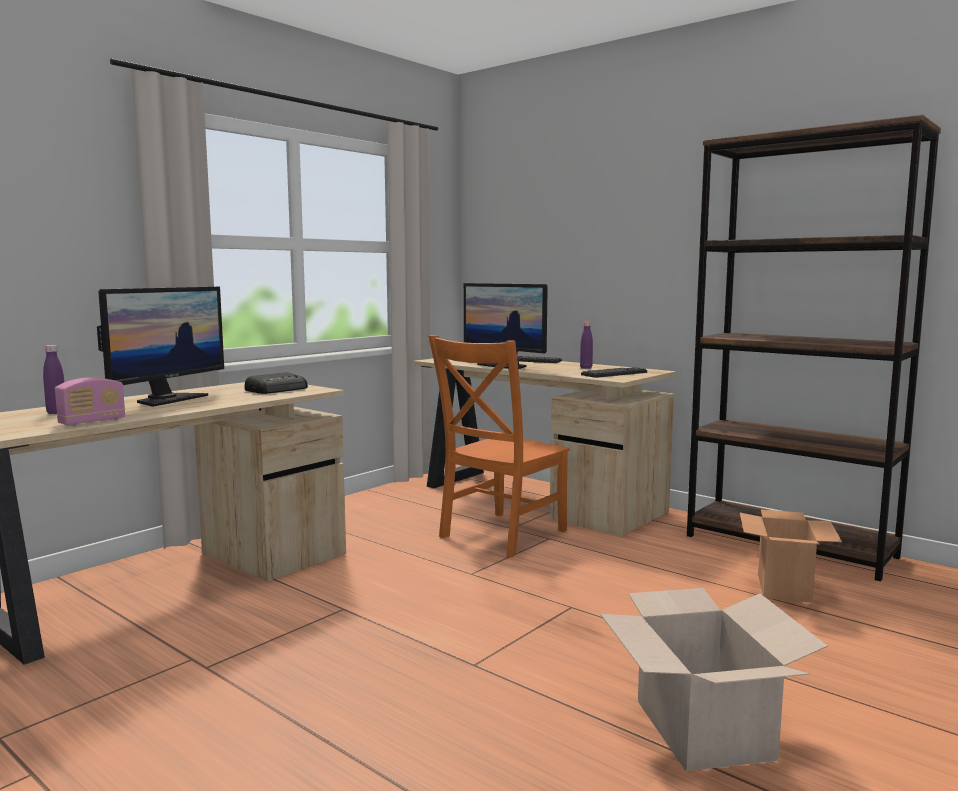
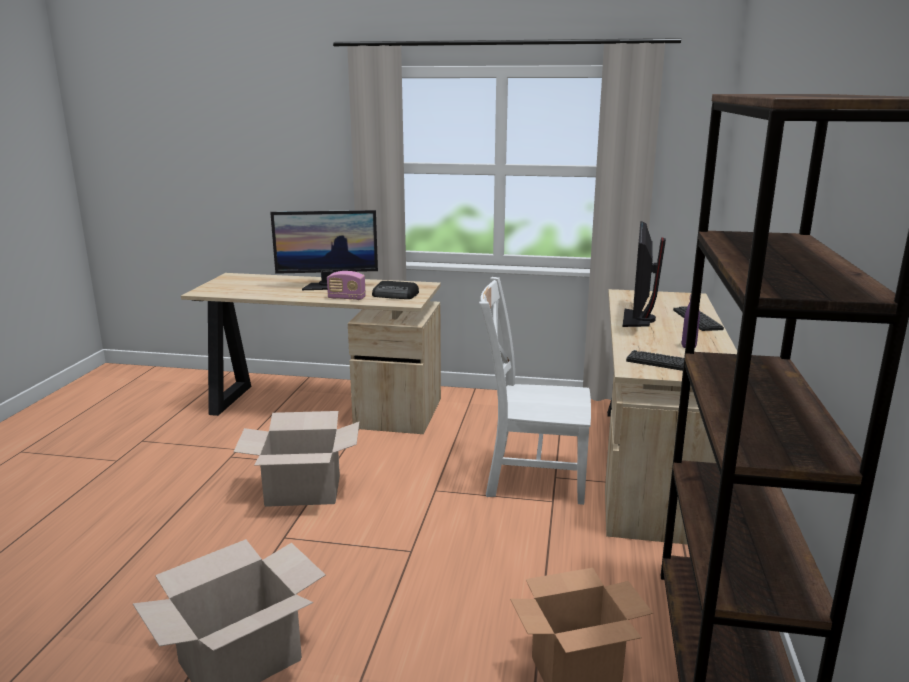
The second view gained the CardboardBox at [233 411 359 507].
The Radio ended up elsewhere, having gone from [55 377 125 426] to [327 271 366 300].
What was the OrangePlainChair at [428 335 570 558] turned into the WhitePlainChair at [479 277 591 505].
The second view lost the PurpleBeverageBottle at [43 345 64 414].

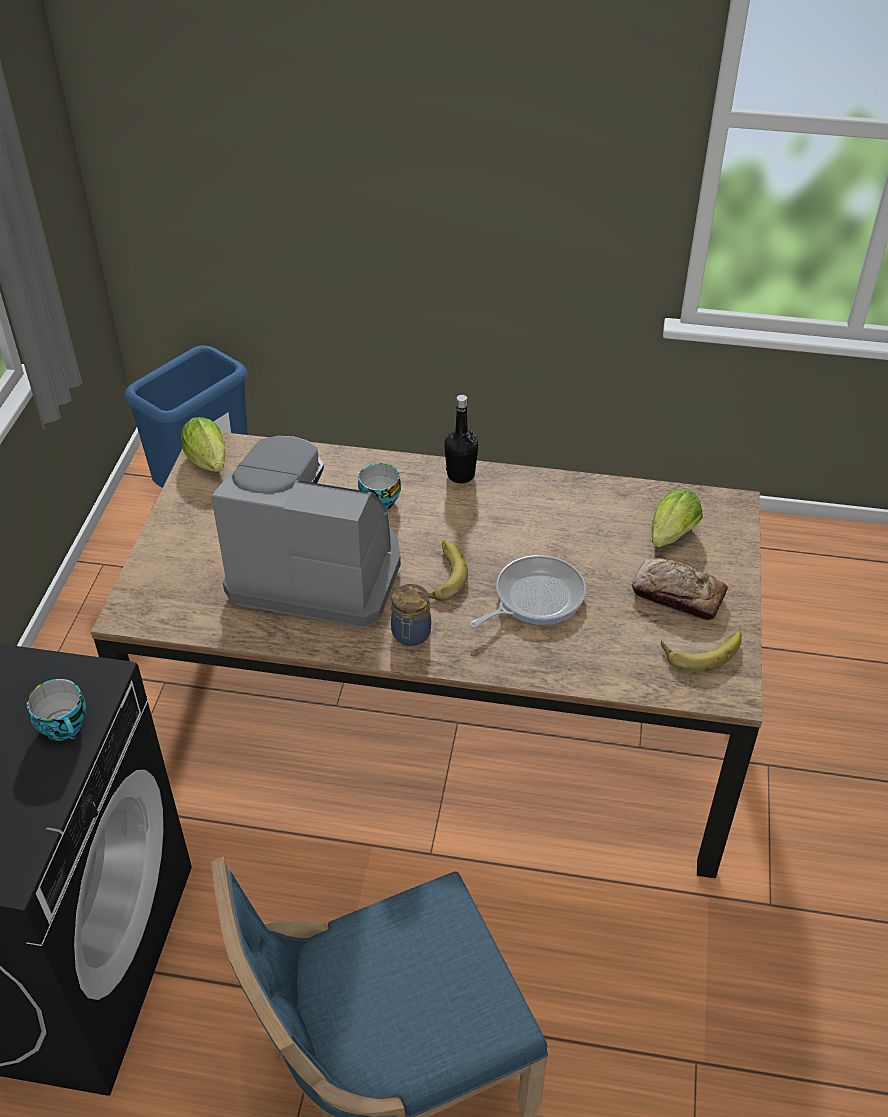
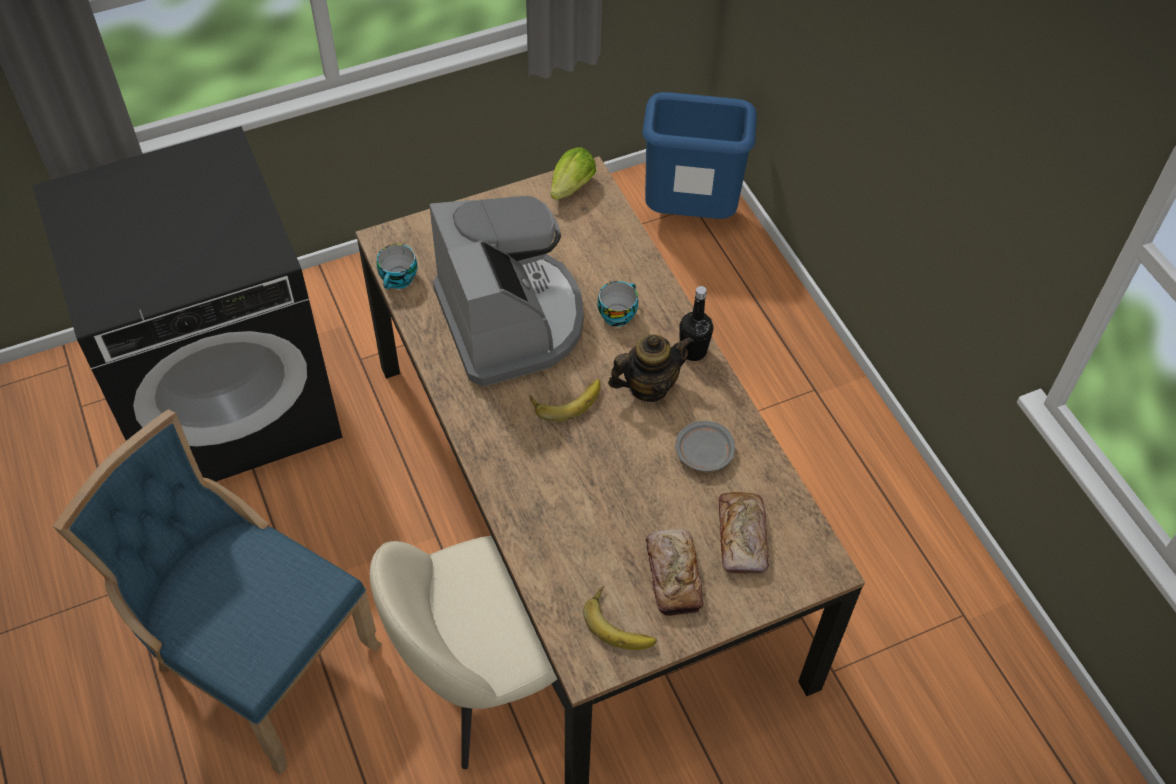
The second view gained the BeigePlainChair at [370 536 565 769].
The DrinkingCup ended up elsewhere, having gone from [27 679 86 741] to [377 244 417 289].
The second view gained the Teapot at [608 335 693 402].
The second view gained the GrayPlate at [675 421 735 471].
Where the LettuceHead stood at [652 489 703 547], the BakedBread came to stand at [719 492 769 574].
The second view lost the PreserveJar at [391 584 431 646].
The second view lost the FryingPan at [469 555 586 628].

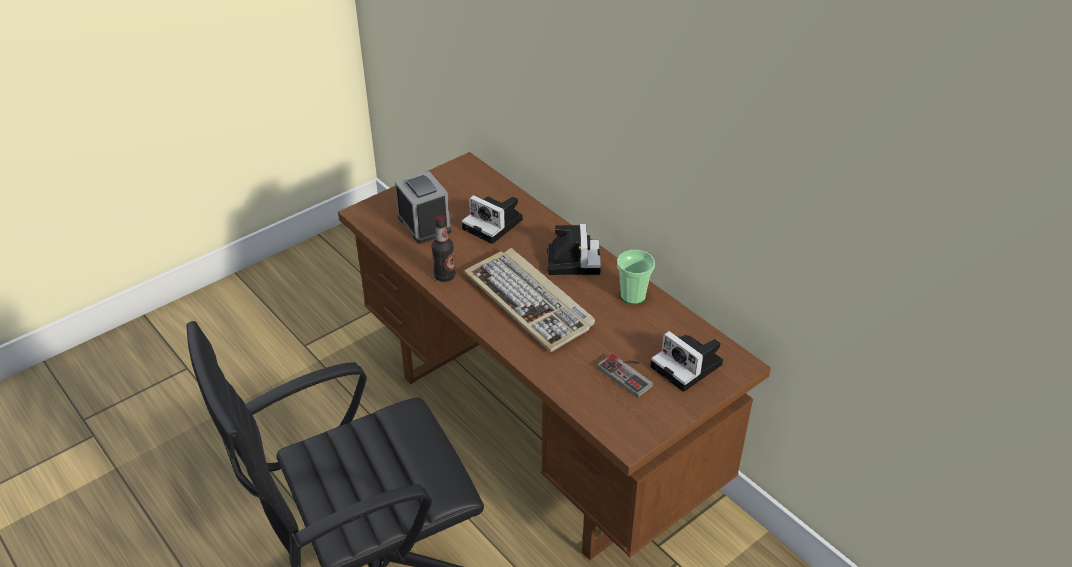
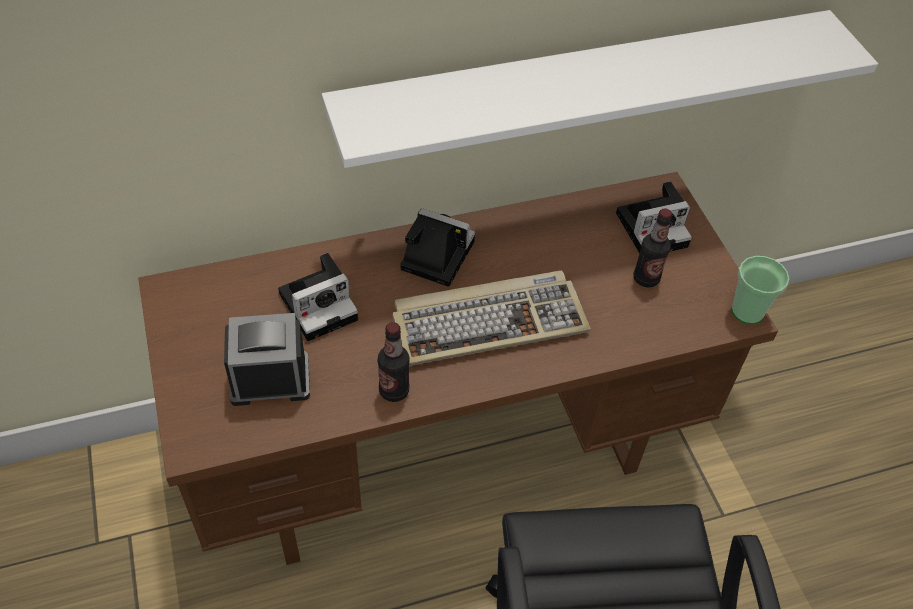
The second view gained the WhiteBracketShelf at [322 10 878 168].
Where the Gamepad stood at [597 354 653 398], the BeverageBottle came to stand at [633 208 672 287].
The DrinkingCup ended up elsewhere, having gone from [617 250 655 304] to [732 256 789 324].

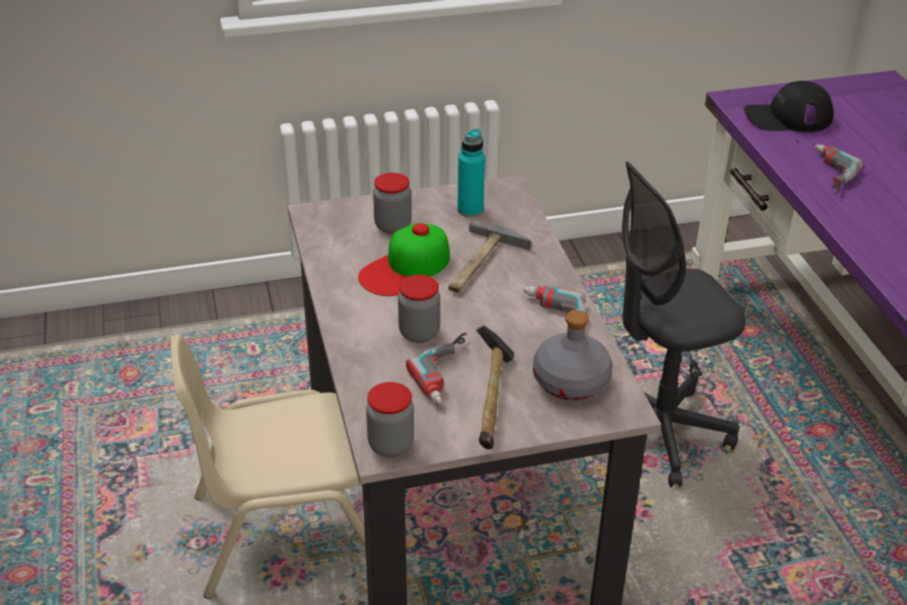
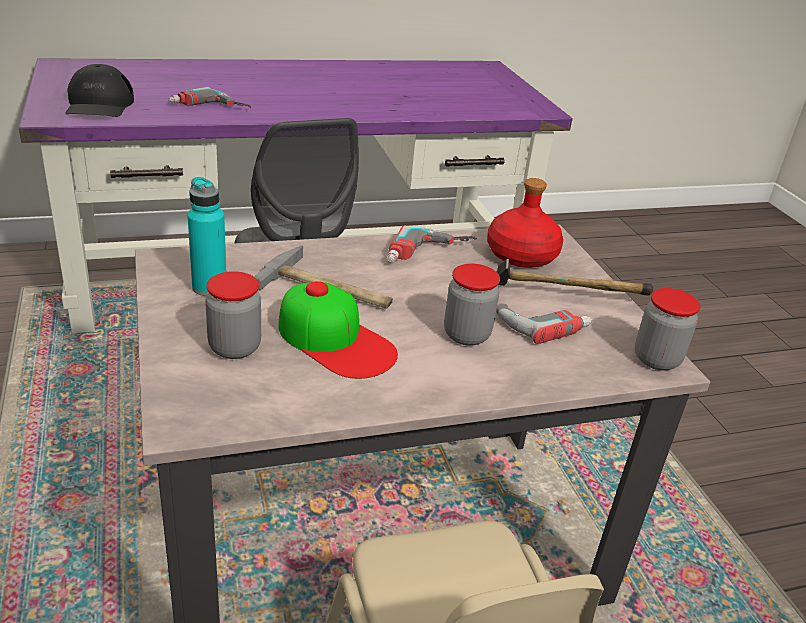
What was the GrayBeverageBottle at [533 310 613 400] turned into the RedBeverageBottle at [487 178 563 268].

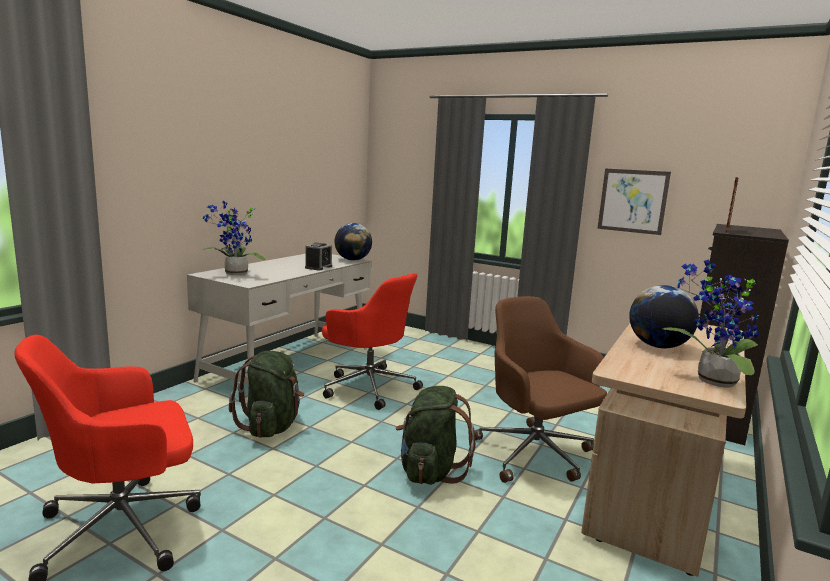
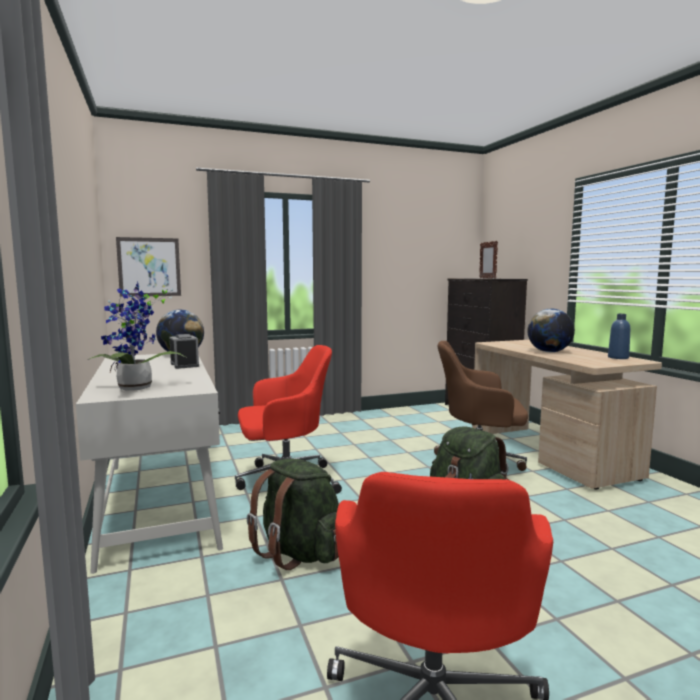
The WallArt ended up elsewhere, having gone from [597 169 671 235] to [116 237 181 297].
Where the PlantInAPot stood at [662 260 759 388], the BlueColouredBeverageBottle came to stand at [608 314 630 359].

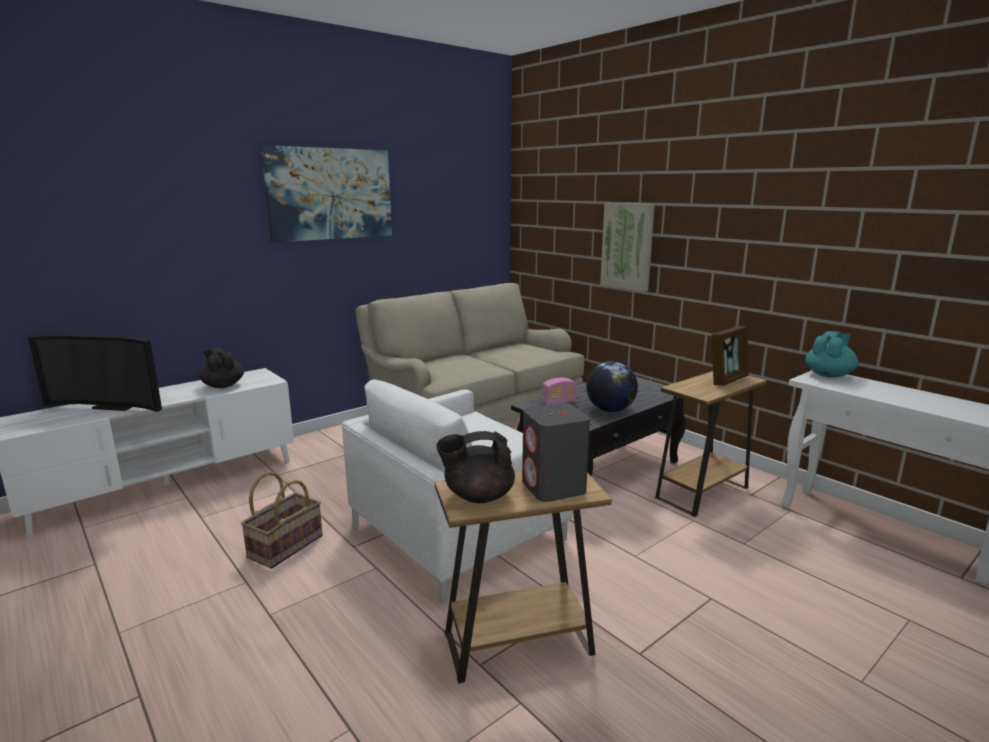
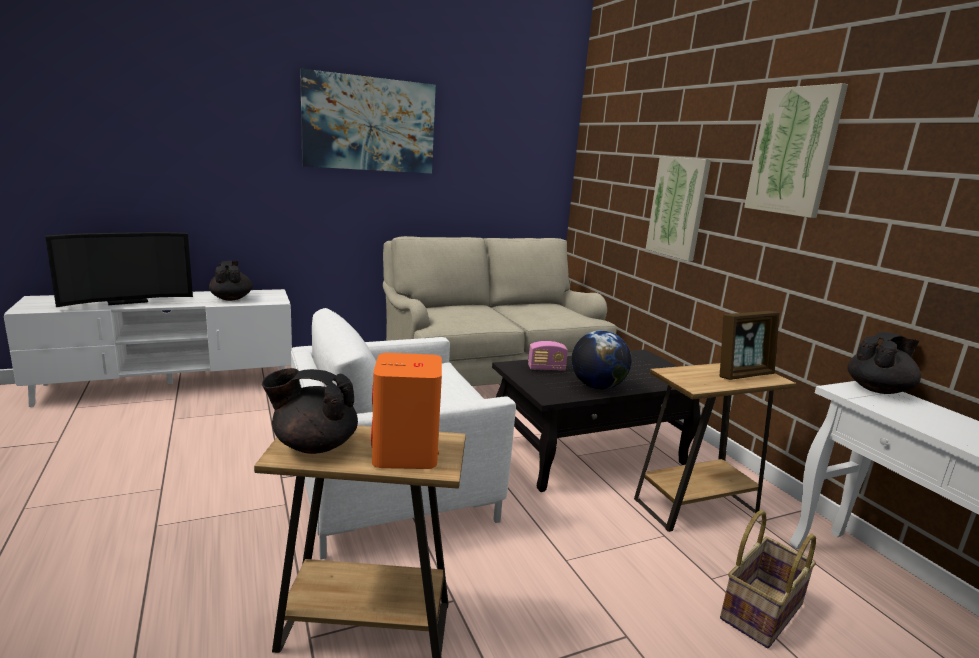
The TvSet at [28 334 162 412] ended up facing another way, 60 degrees counterclockwise from before.
What was the GrayAudioSpeaker at [522 403 590 502] turned into the OrangeAudioSpeaker at [371 353 442 469].
The HouseholdBasket ended up elsewhere, having gone from [241 472 323 569] to [720 510 816 648].
The second view gained the WallArt at [744 83 848 218].
What was the BlueGreenTeapot at [805 331 858 378] turned into the BlackColouredTeapot at [848 332 921 394].

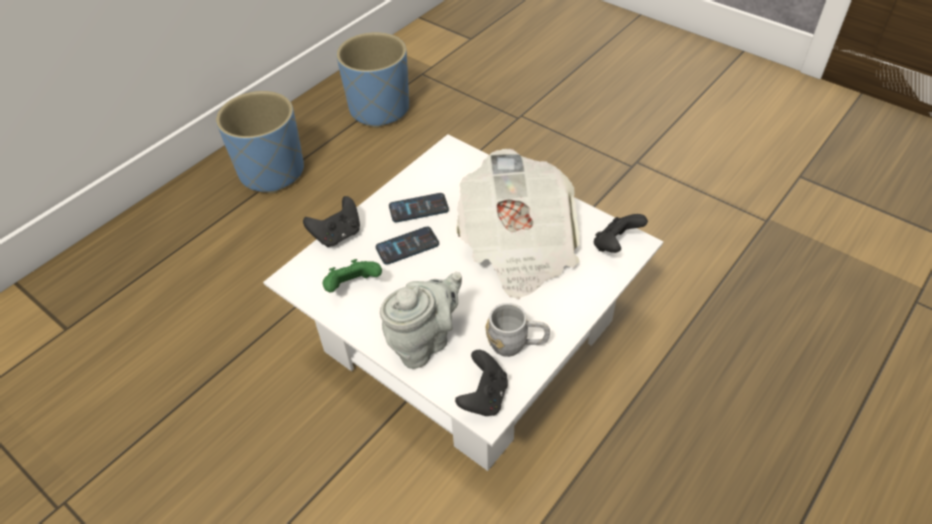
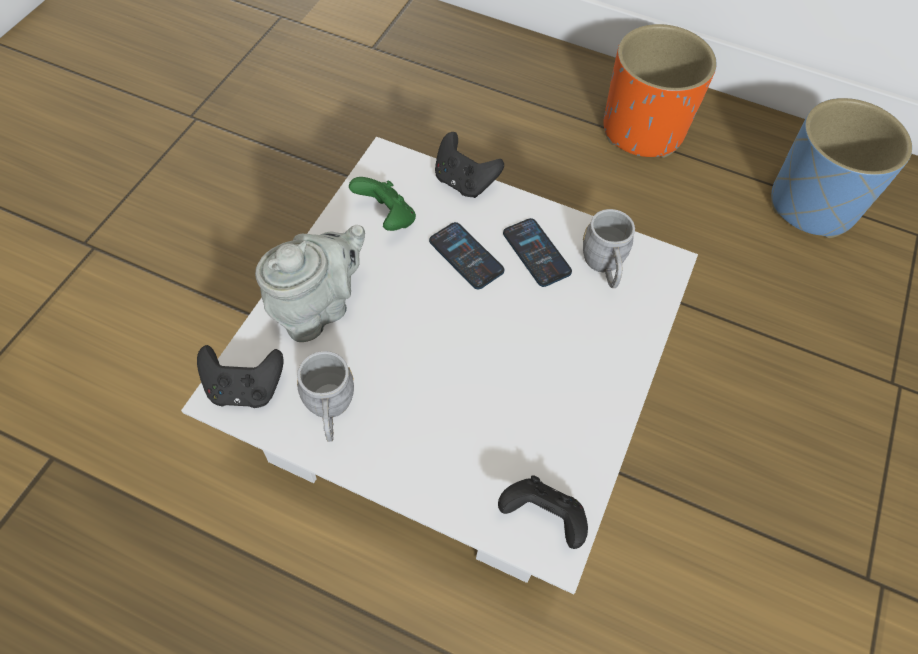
The GrayTeapot at [380 272 462 369] ended up facing another way, 75 degrees counterclockwise from before.
The second view gained the GrayTeaMug at [583 209 635 288].
What was the BlueColouredPlantPot at [216 91 304 193] turned into the OrangePlantPot at [603 24 717 158].
The second view lost the PrintedPaper at [456 149 580 299].

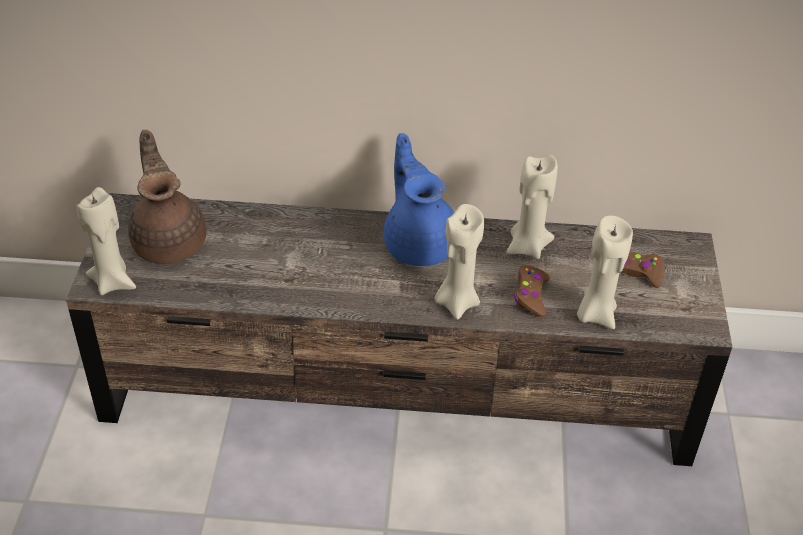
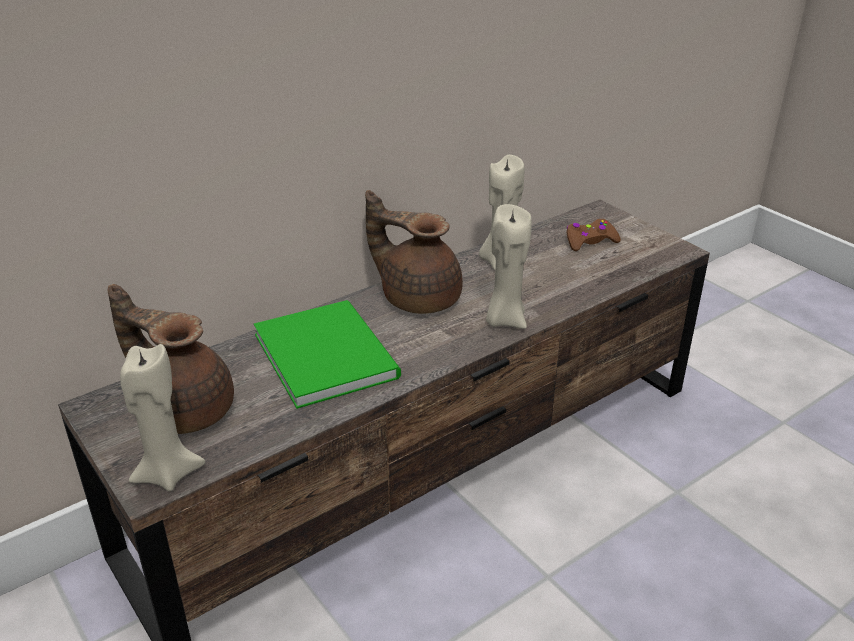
The second view gained the GreenColouredBook at [254 300 401 409].
What was the BlueColouredTeapot at [383 133 454 266] turned into the BrownColouredTeapot at [365 190 463 314].
The second view lost the BrownColouredGamepad at [514 265 550 317].
The second view lost the BeigeWaxCandle at [577 215 633 329].

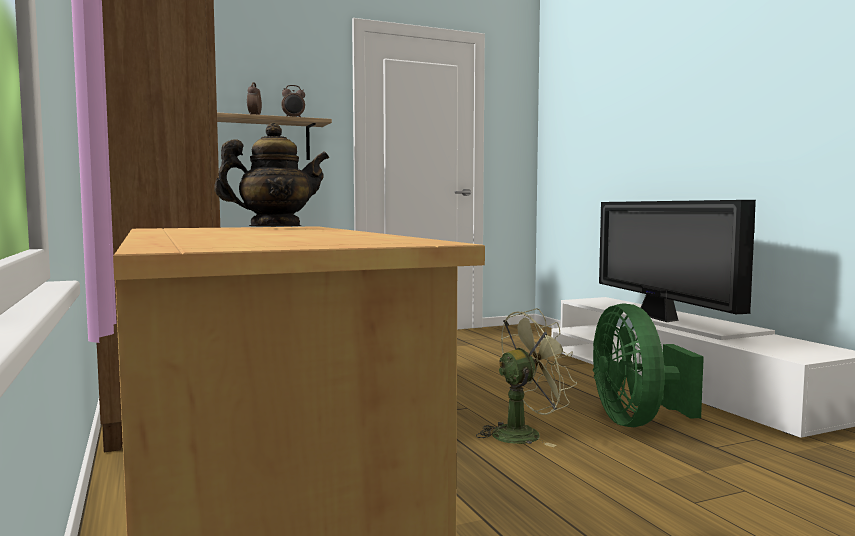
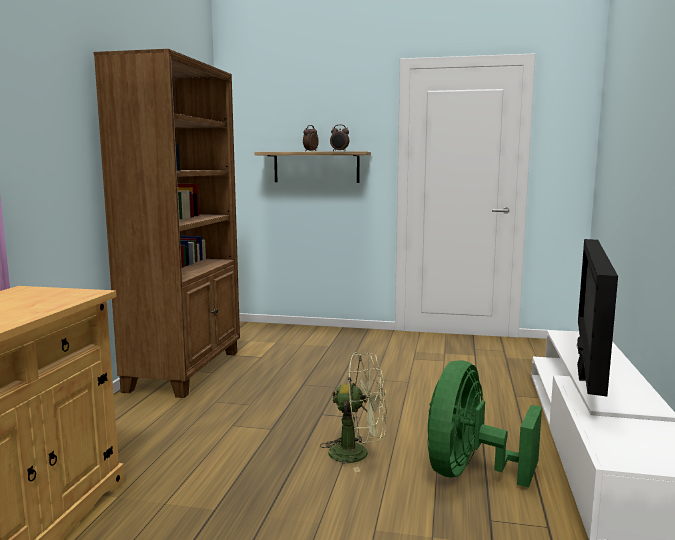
The second view lost the Teapot at [214 123 329 227].

